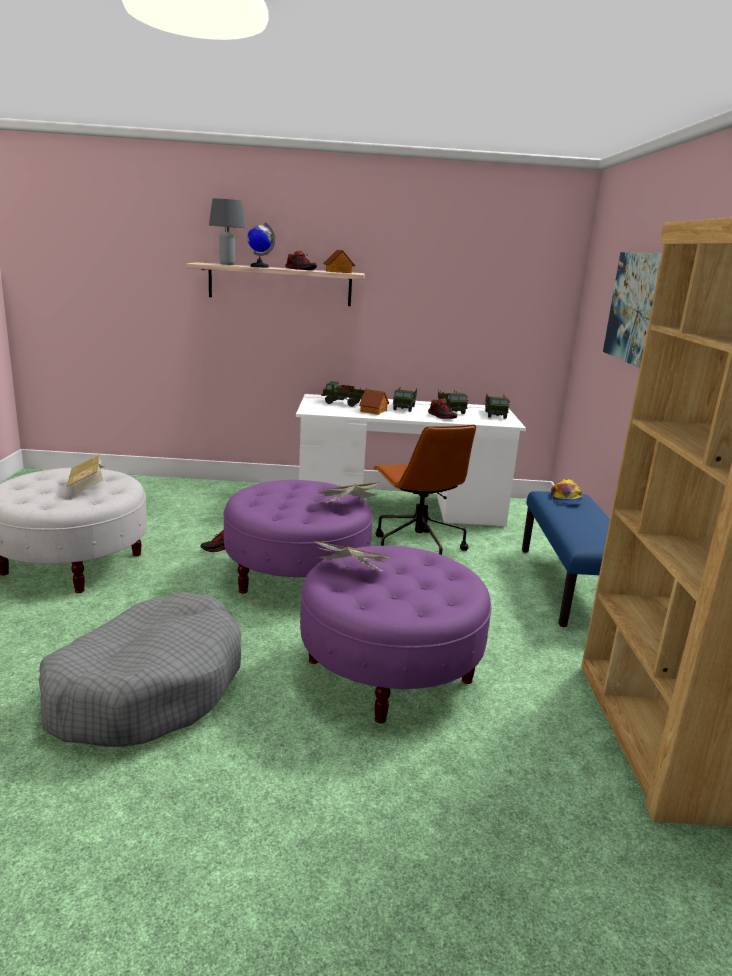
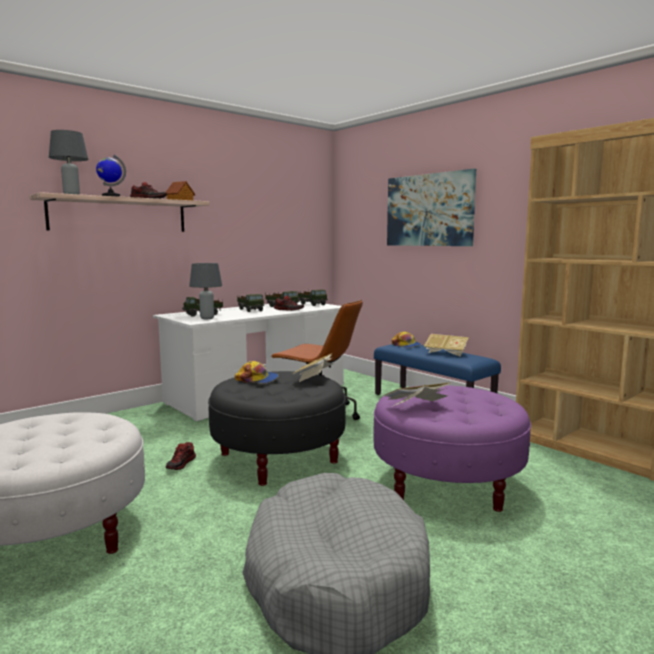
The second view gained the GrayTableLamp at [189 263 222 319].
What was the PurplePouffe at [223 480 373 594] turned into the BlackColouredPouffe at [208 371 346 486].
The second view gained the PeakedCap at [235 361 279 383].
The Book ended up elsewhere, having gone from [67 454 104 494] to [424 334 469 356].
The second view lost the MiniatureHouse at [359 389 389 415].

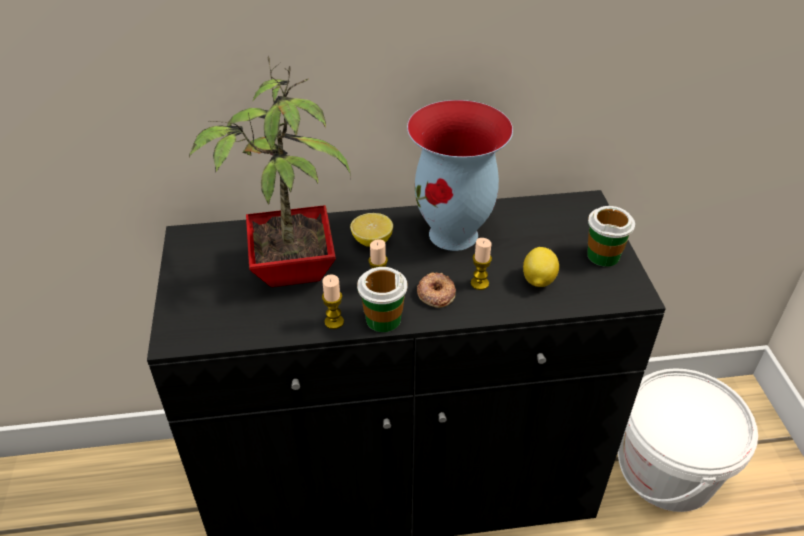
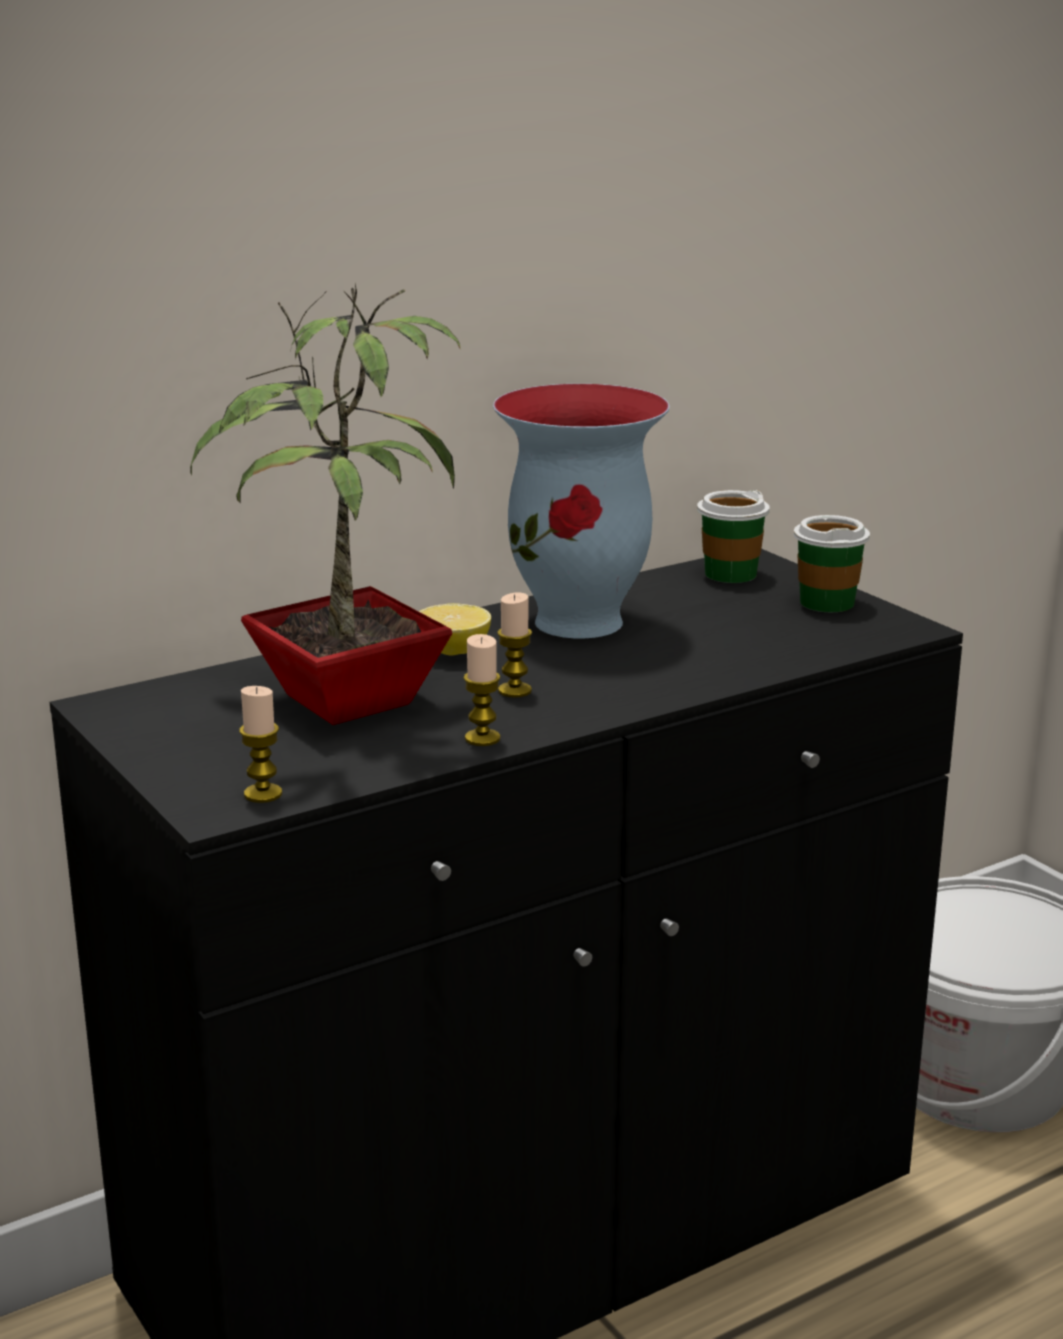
The WaxCandle ended up elsewhere, having gone from [471 238 492 290] to [239 686 282 803].
The DrinkingCup ended up elsewhere, having gone from [357 267 407 332] to [697 490 770 583].
The second view lost the Doughnut at [417 273 456 308].
The second view lost the Lemon at [523 247 559 287].

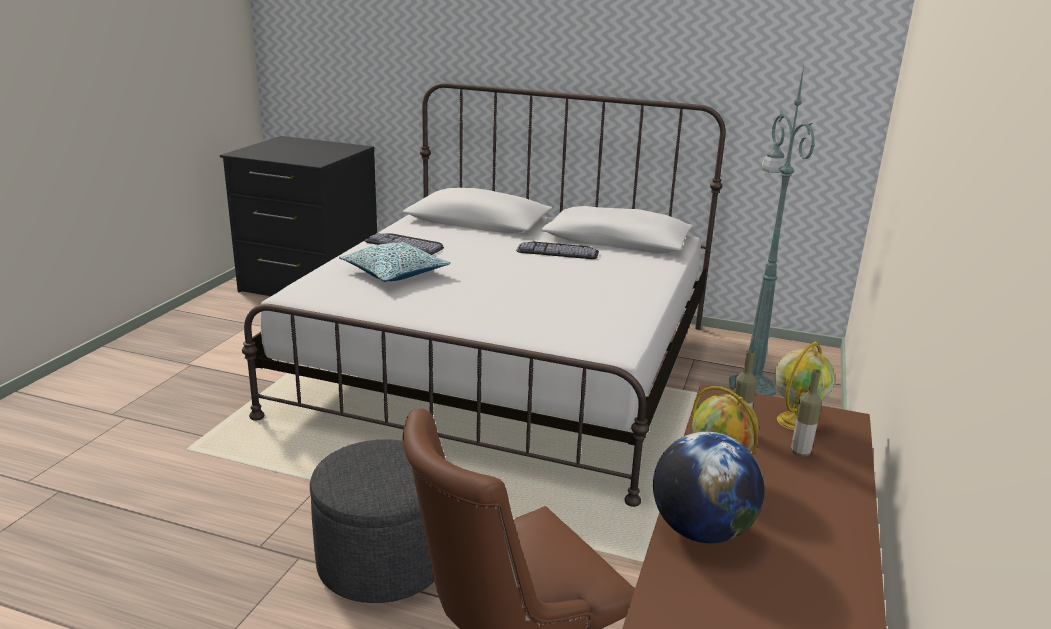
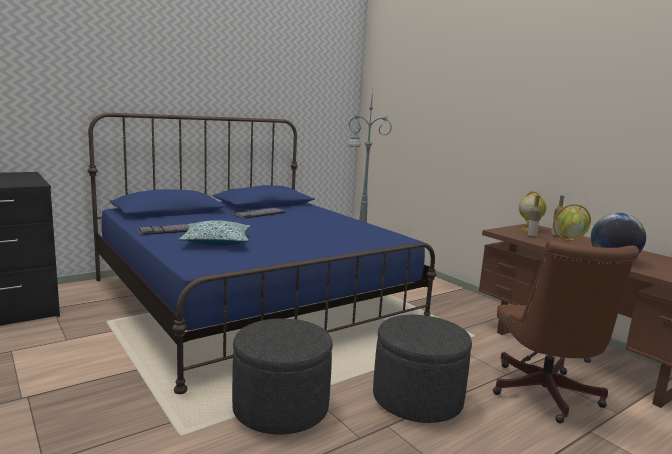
What was the WhiteBed at [242 83 726 507] turned into the BlueColouredBed at [87 113 436 394].
The second view gained the GrayPouffe at [232 318 333 435].

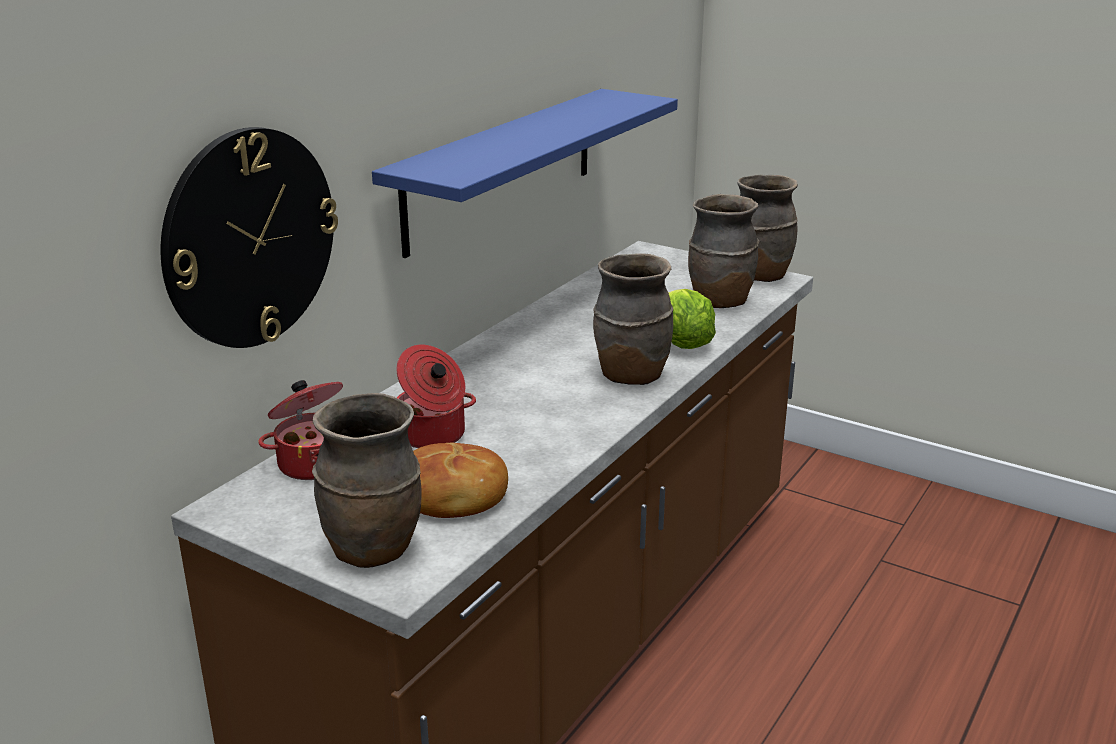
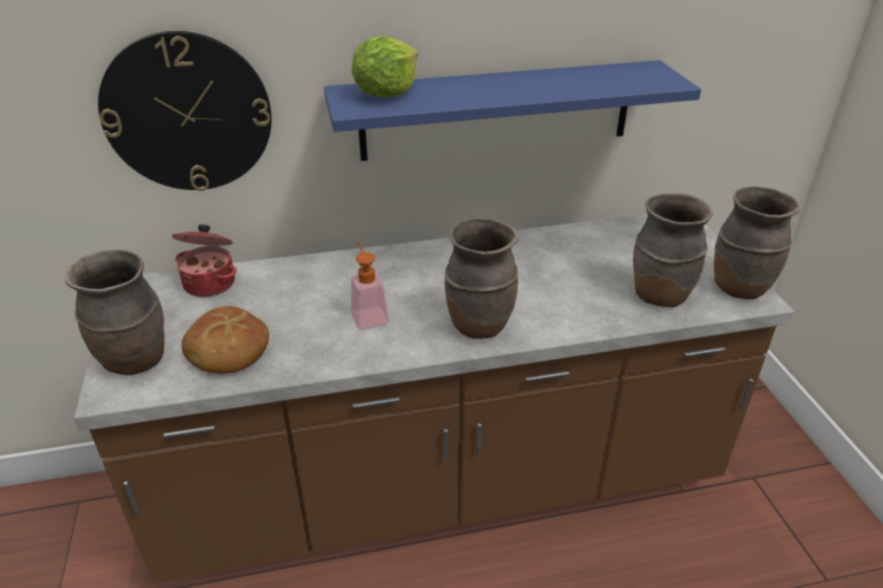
The second view gained the LiquidSoapBottle at [351 242 389 330].
The LettuceHead ended up elsewhere, having gone from [668 289 716 349] to [352 36 418 97].
The second view lost the Saucepot at [397 344 476 448].

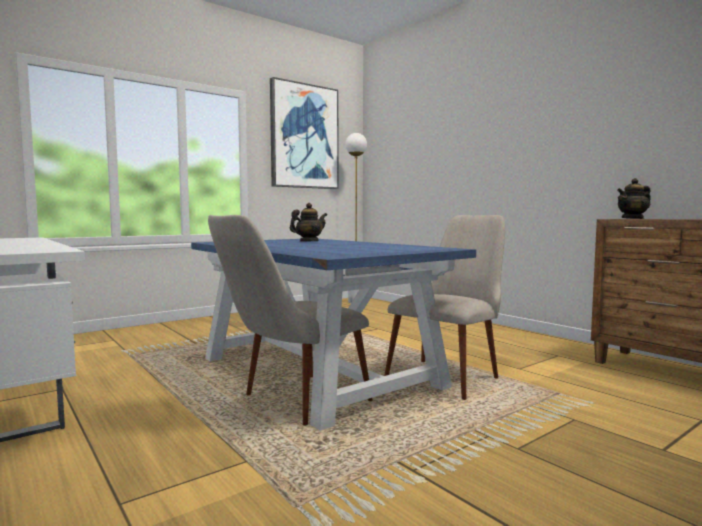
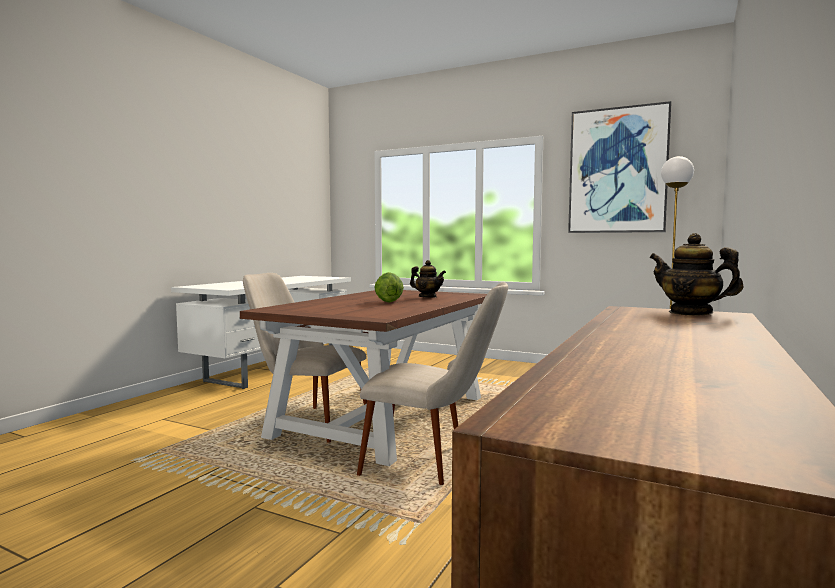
What was the BlueColouredDinnerTable at [191 239 476 431] turned into the BrownColouredDinnerTable at [240 290 487 466].
The second view gained the LettuceHead at [374 272 404 302].

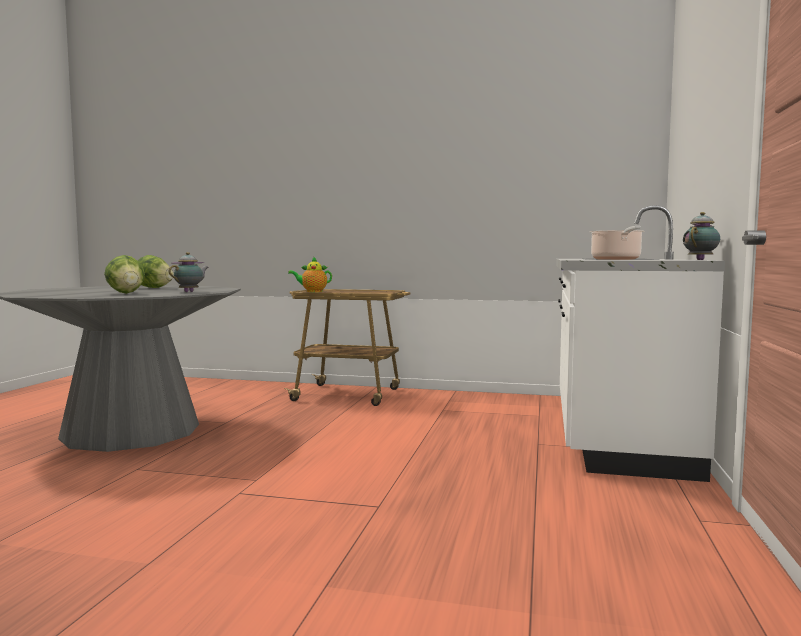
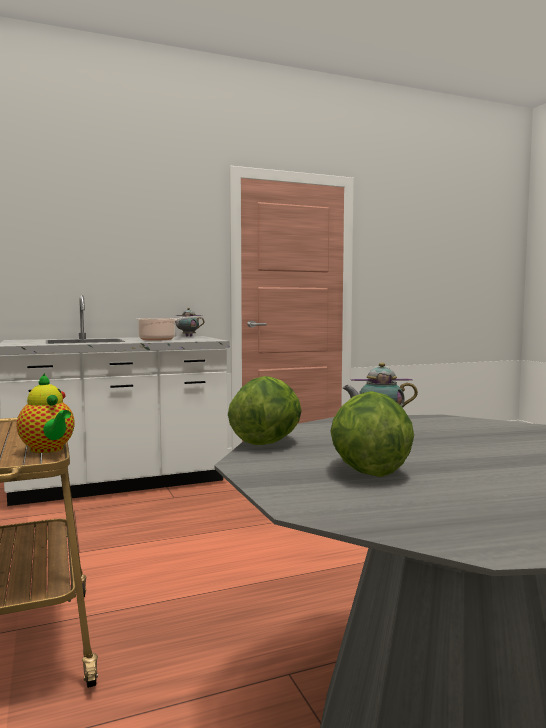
The LettuceHead ended up elsewhere, having gone from [104 255 145 294] to [228 376 302 445].

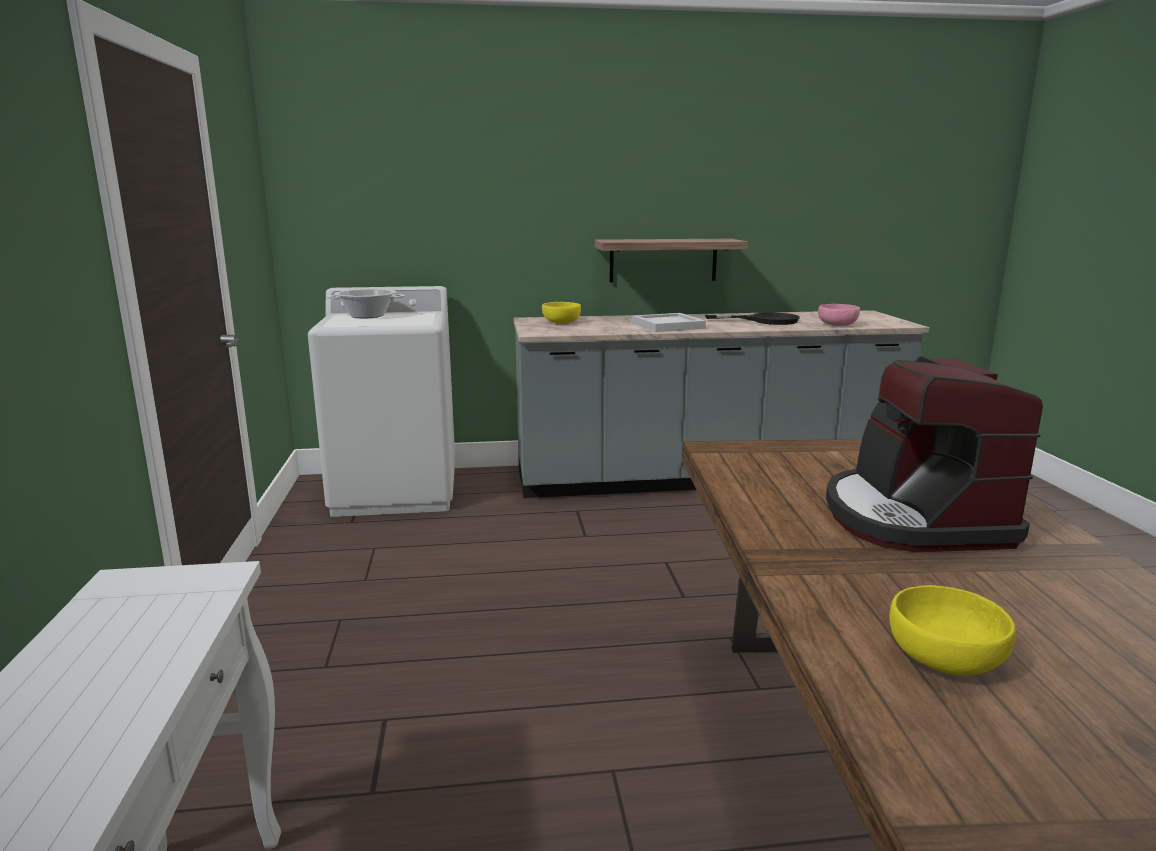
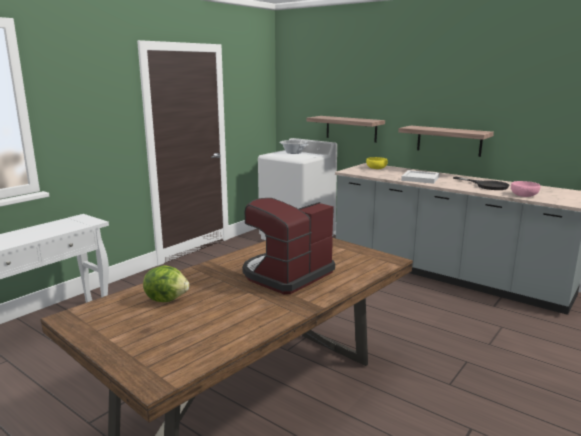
Where the YellowishServingBowl stood at [889 585 1016 675], the LettuceHead came to stand at [143 265 189 302].
The second view gained the BracketShelf at [307 116 385 143].

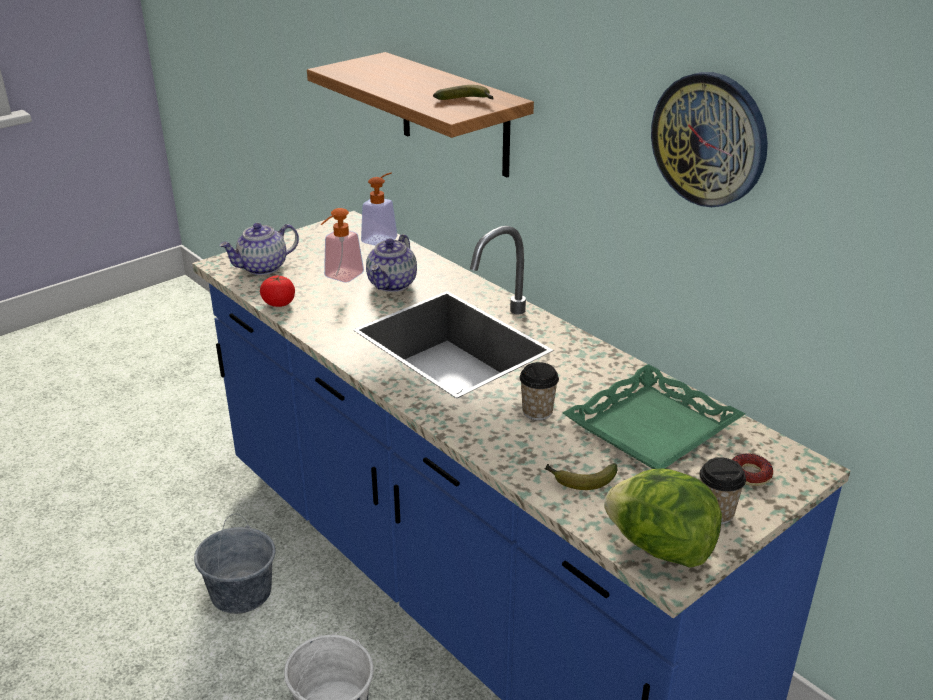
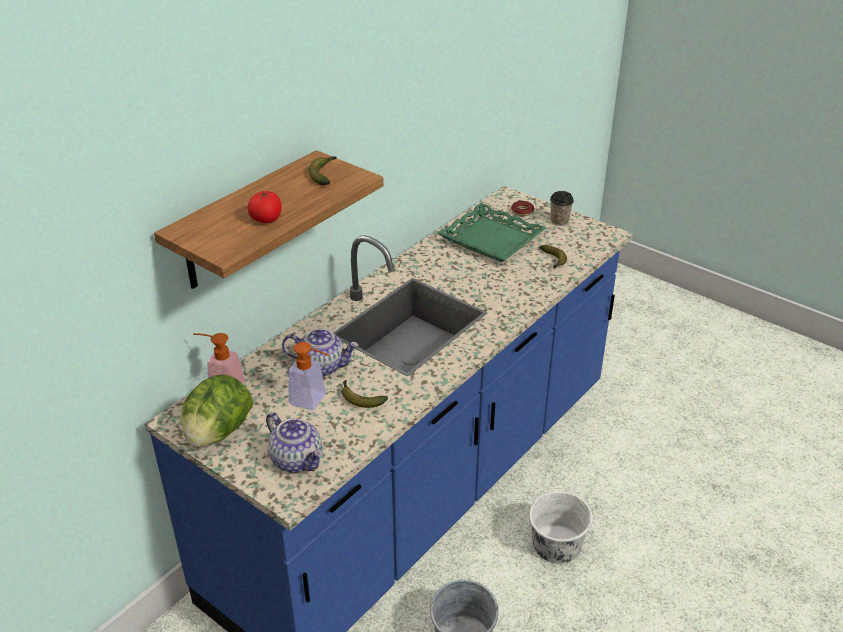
The LettuceHead ended up elsewhere, having gone from [604 468 722 568] to [182 375 253 447].
The Tomato ended up elsewhere, having gone from [260 275 295 307] to [247 191 282 223].
The second view gained the BananaFruit at [341 380 388 408].
The second view lost the DrinkingCup at [519 362 559 420].
The second view lost the WallClock at [651 72 768 207].

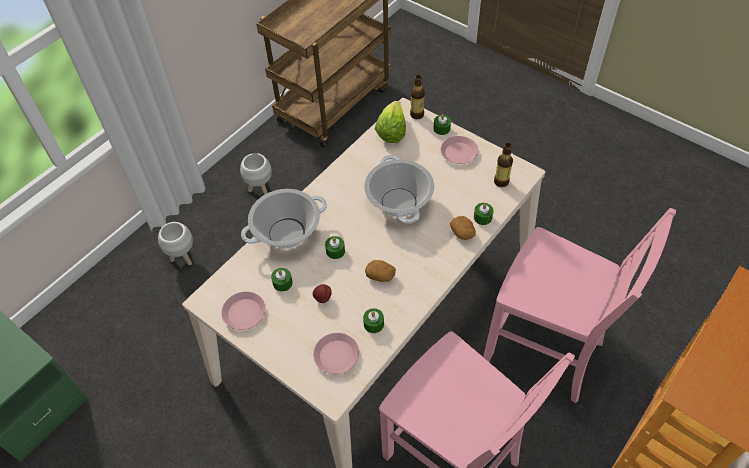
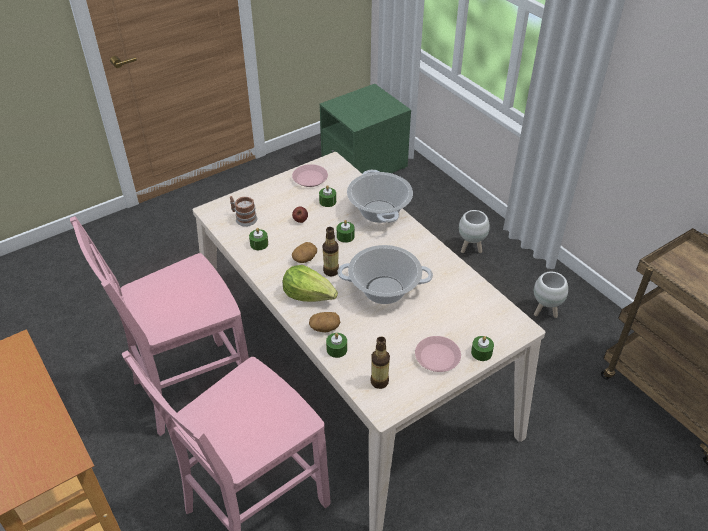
Where the PinkColouredPlate stood at [313 333 359 374], the TeaMug came to stand at [230 196 257 227].
The LettuceHead ended up elsewhere, having gone from [375 101 406 143] to [283 265 338 302].
The BeverageBottle ended up elsewhere, having gone from [410 75 425 119] to [323 227 339 276].

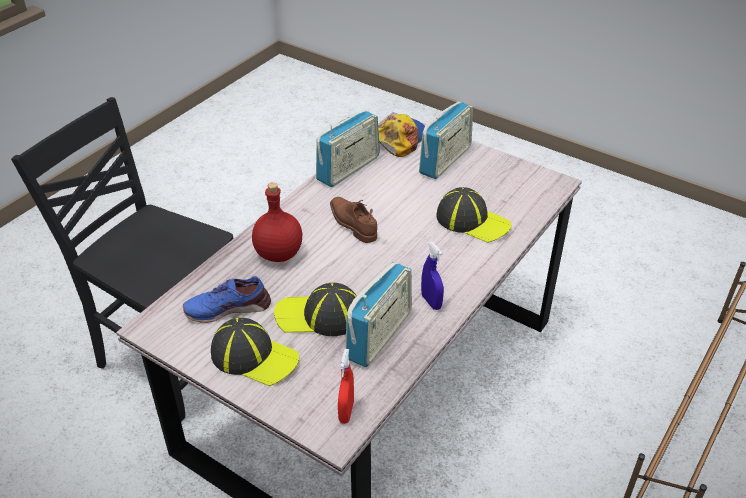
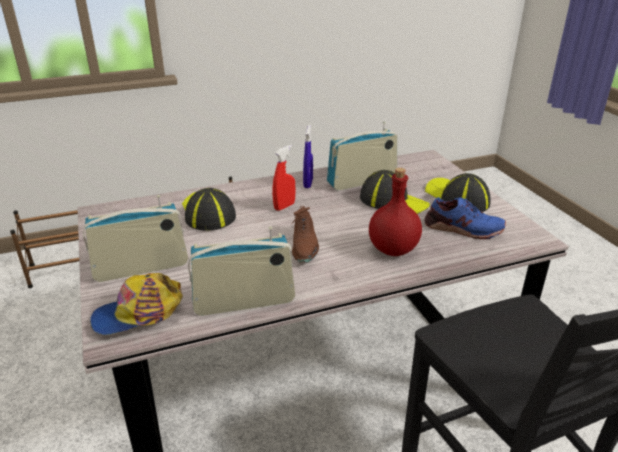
The RedSprayer ended up elsewhere, having gone from [338 349 354 424] to [272 145 296 211].

